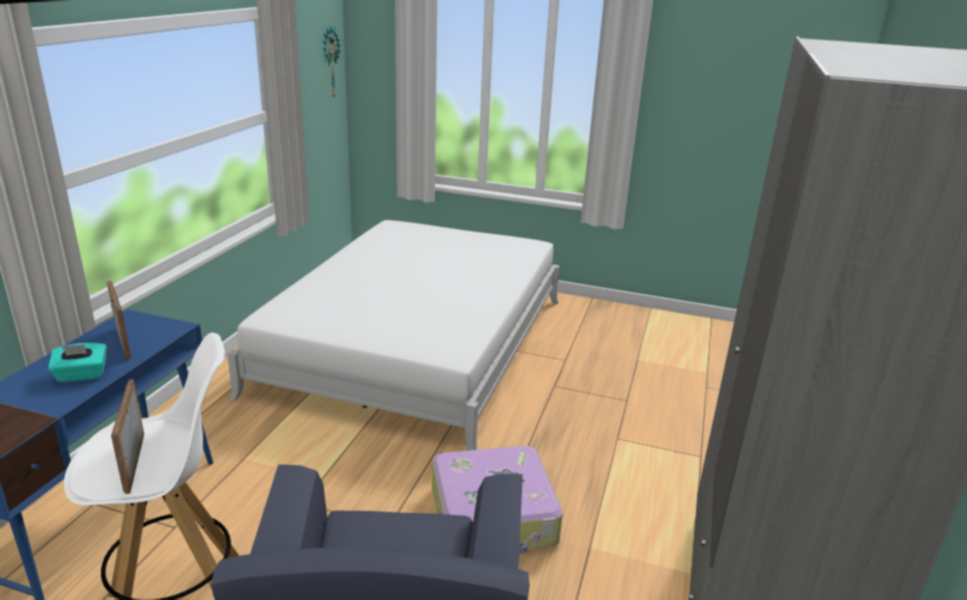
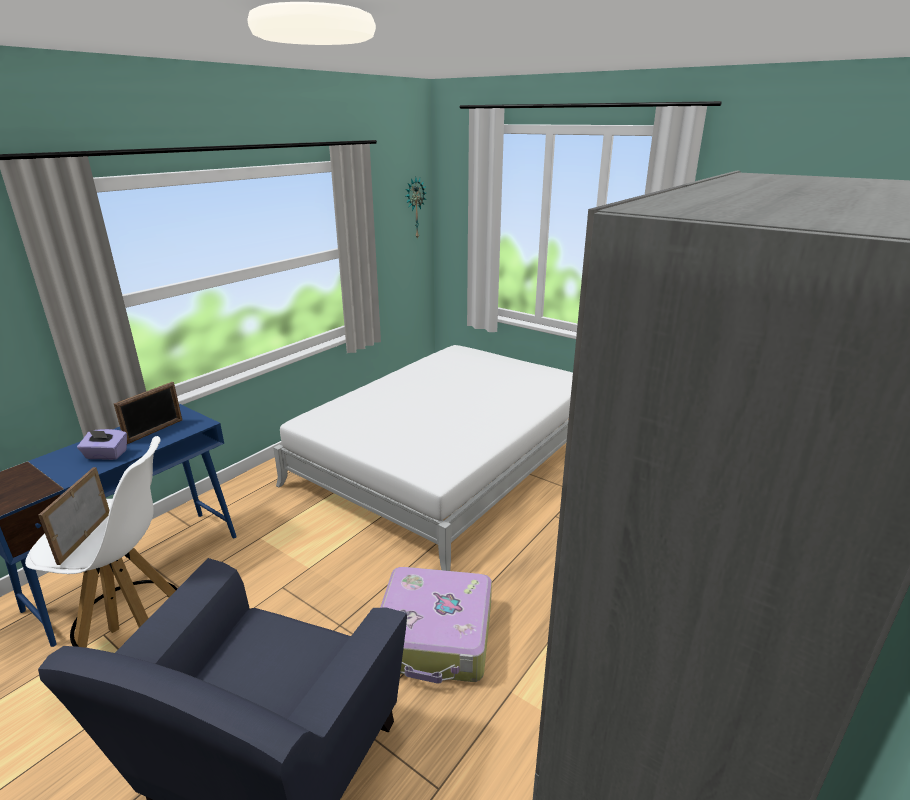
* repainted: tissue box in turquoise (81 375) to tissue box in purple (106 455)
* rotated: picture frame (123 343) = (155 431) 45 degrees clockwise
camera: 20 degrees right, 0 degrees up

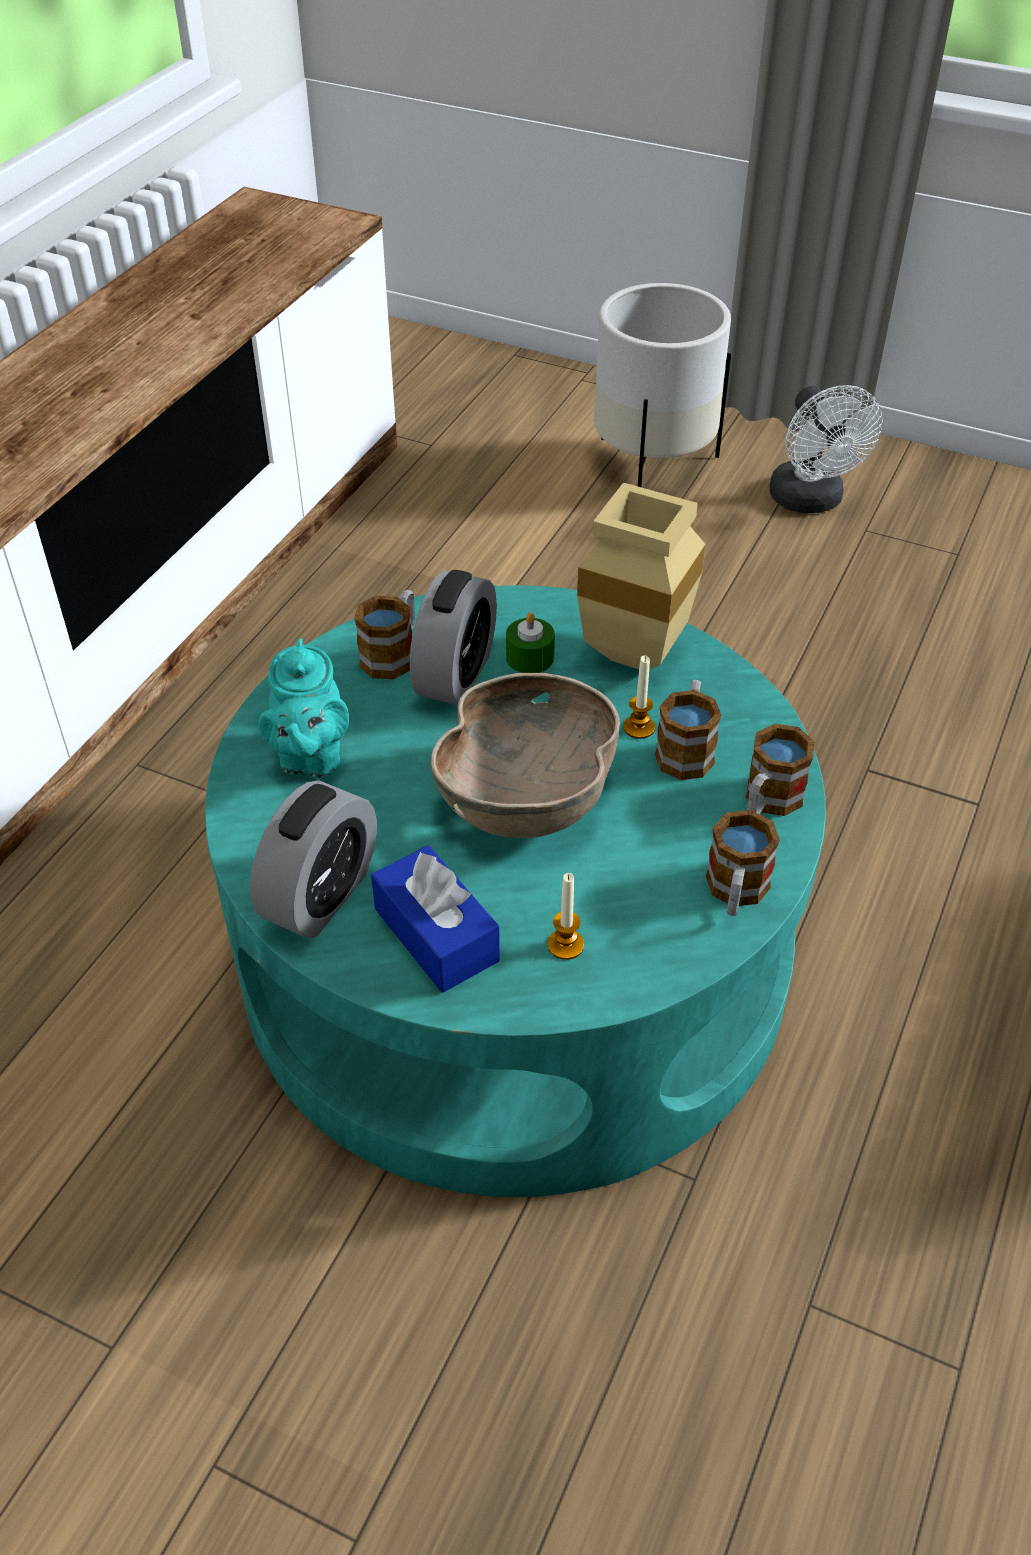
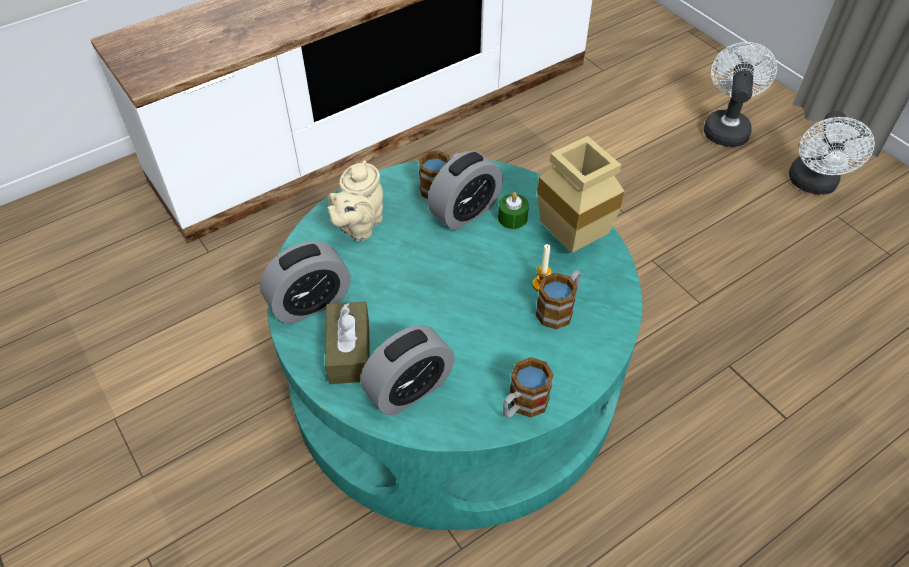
* repainted: teapot in turquoise (310 757) to teapot in beige (359 226)
* repainted: tissue box in blue (436 935) to tissue box in brown (349 351)
* gone: bowl in brown (527 798)
* swapped: candle (565 945) to alarm clock (409 389)
* swapped: planter in white (653 466) to fan in white (726 127)
* gone: mug (768 802)
camera: 30 degrees right, 5 degrees up

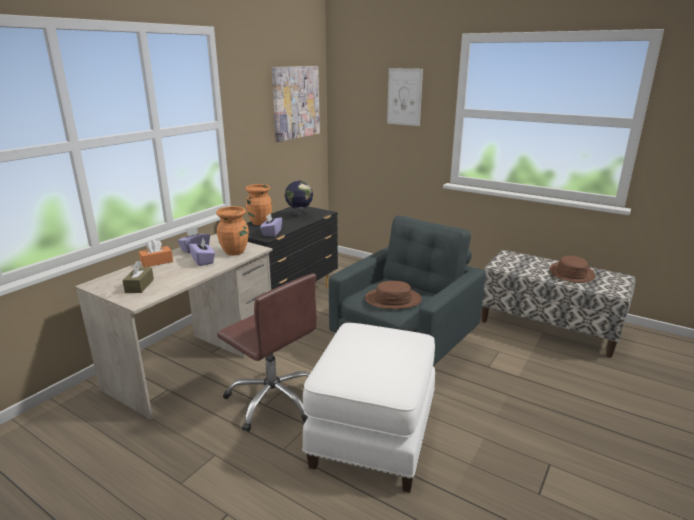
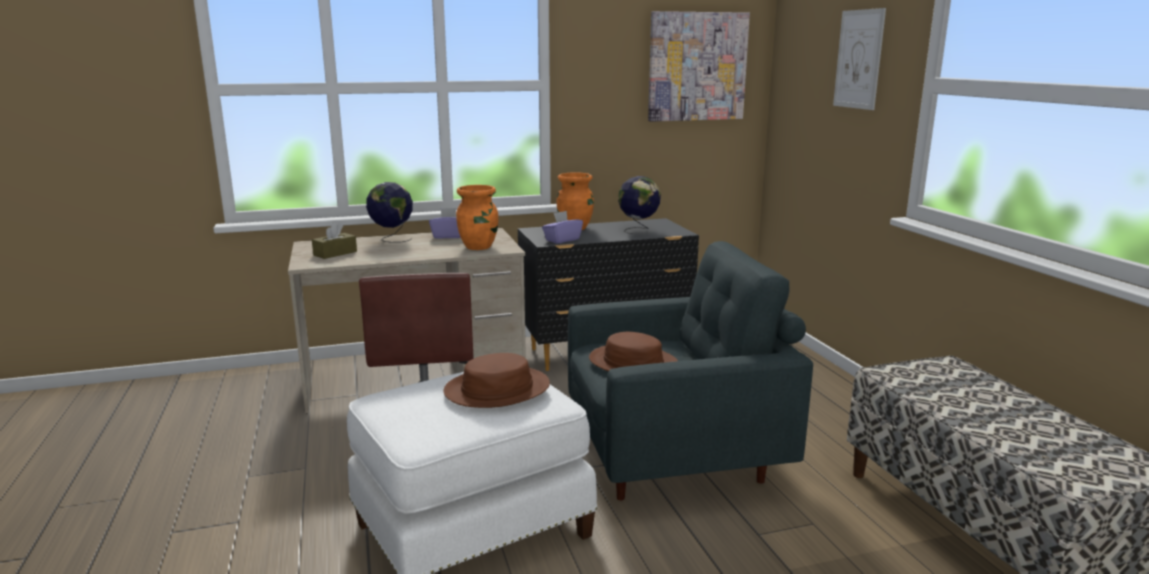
* swapped: tissue box in orange (157 262) to globe (392 239)
* gone: tissue box in purple (203 261)
* shifted: hat in brown (571 273) to (497 389)
camera: 40 degrees right, 5 degrees down

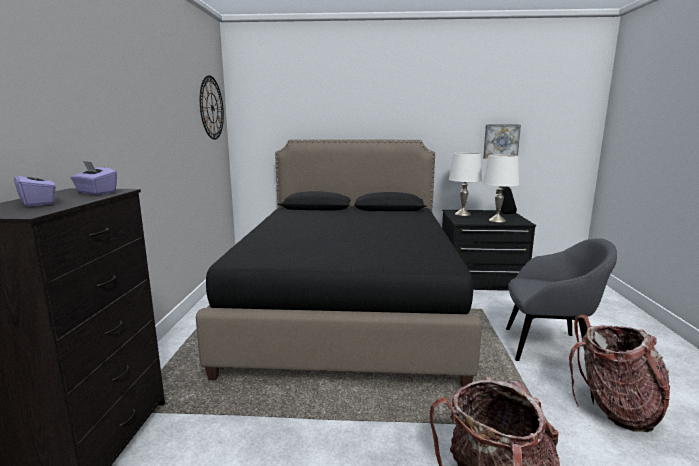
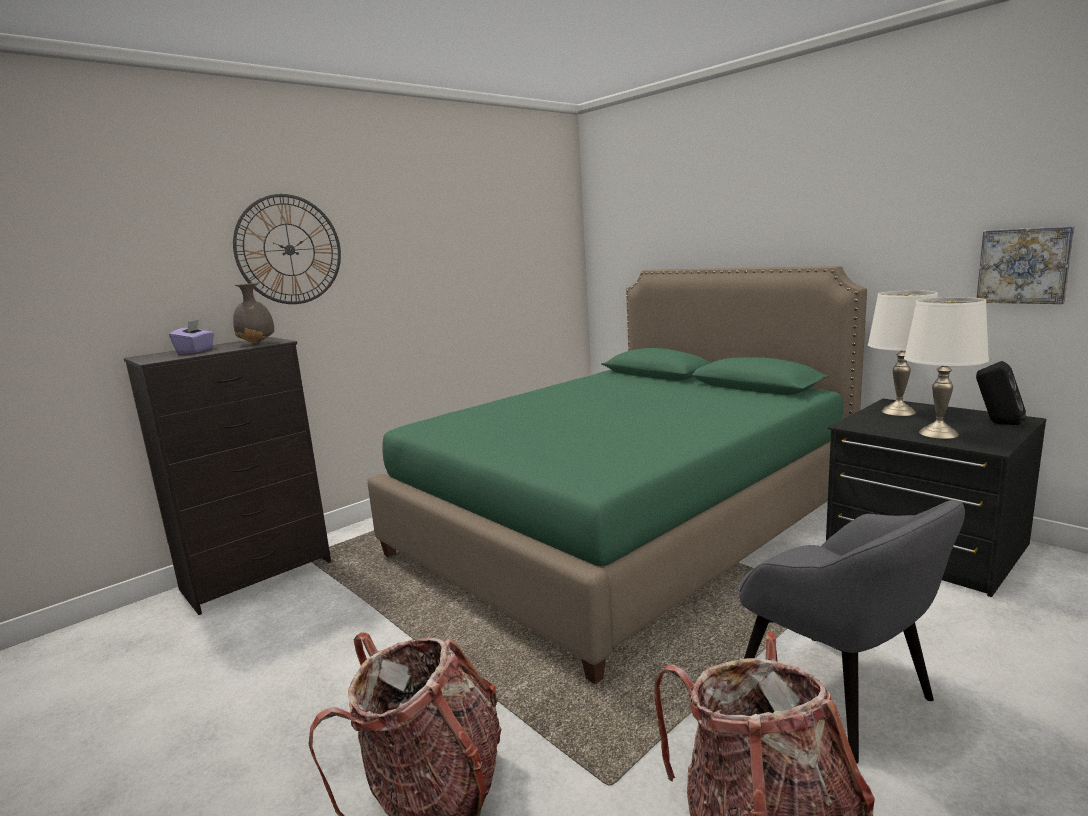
* swapped: tissue box in purple (96 192) to vase in grey (257 343)
* repainted: bed in black (347 308) to bed in green (625 527)
* shifted: wall clock (212 108) to (289 250)
camera: 45 degrees right, 0 degrees up

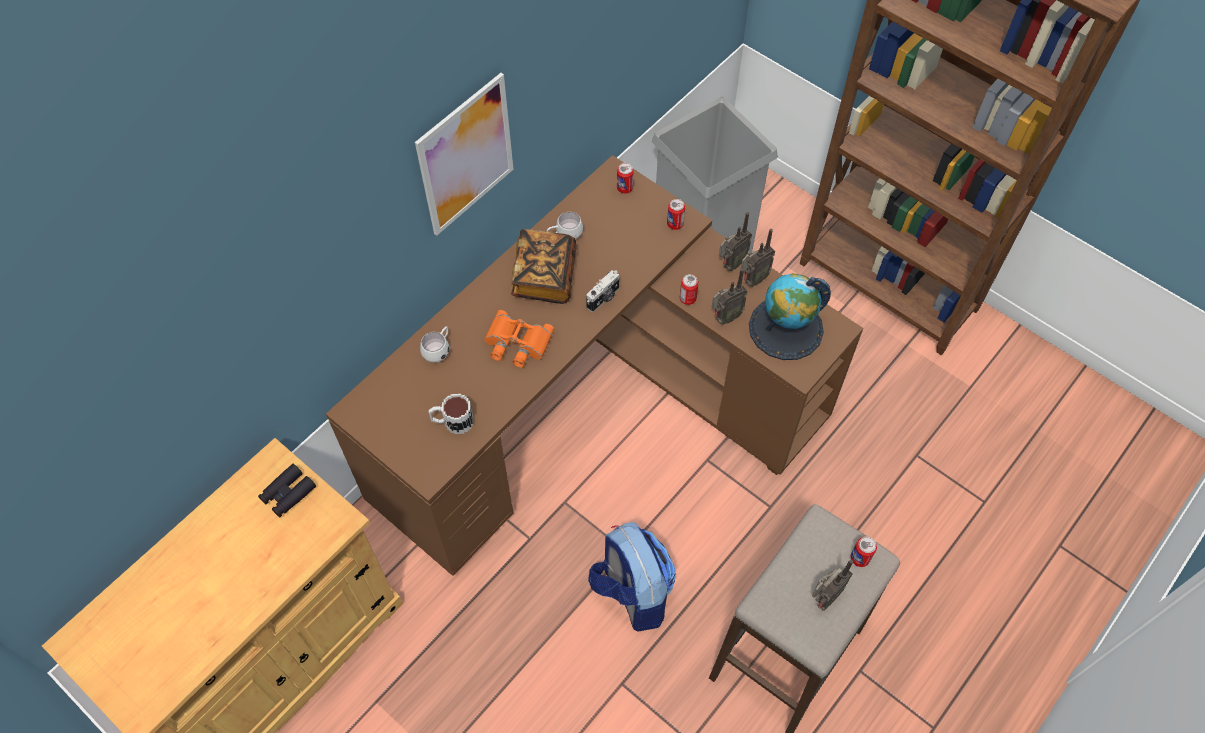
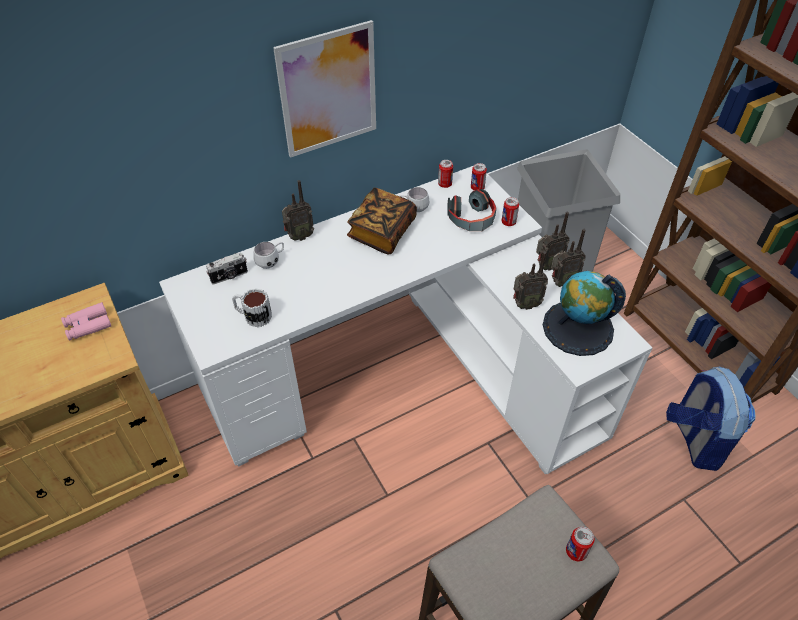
* repainted: binoculars in black (288 493) to binoculars in pink (88 325)
* repainted: desk in brown (592 407) to desk in white (407 372)
* gone: binoculars in orange (516 343)
* shifted: photo camera (604 298) to (229 276)
* shifted: backpack (632 592) to (695 439)
* shifted: can (687 298) to (445 184)
* shifted: radio (824 598) to (299 236)
* new: headphones (471 219)
camera: 20 degrees right, 10 degrees down

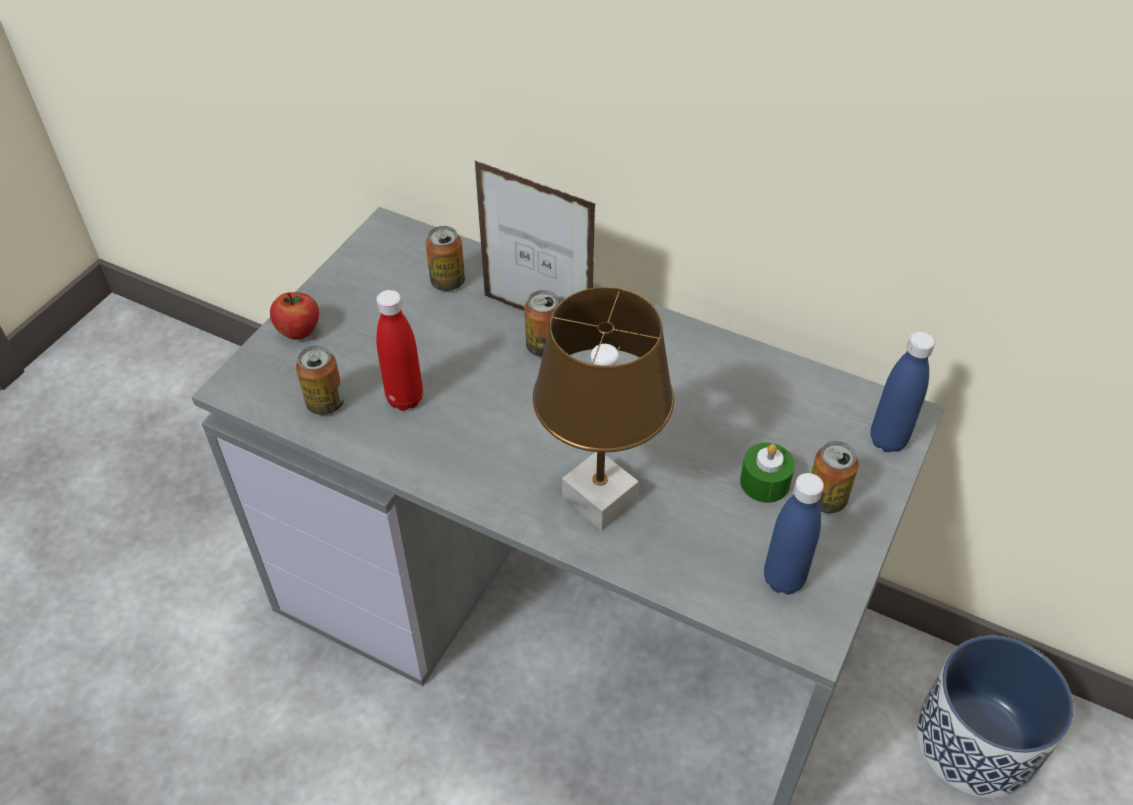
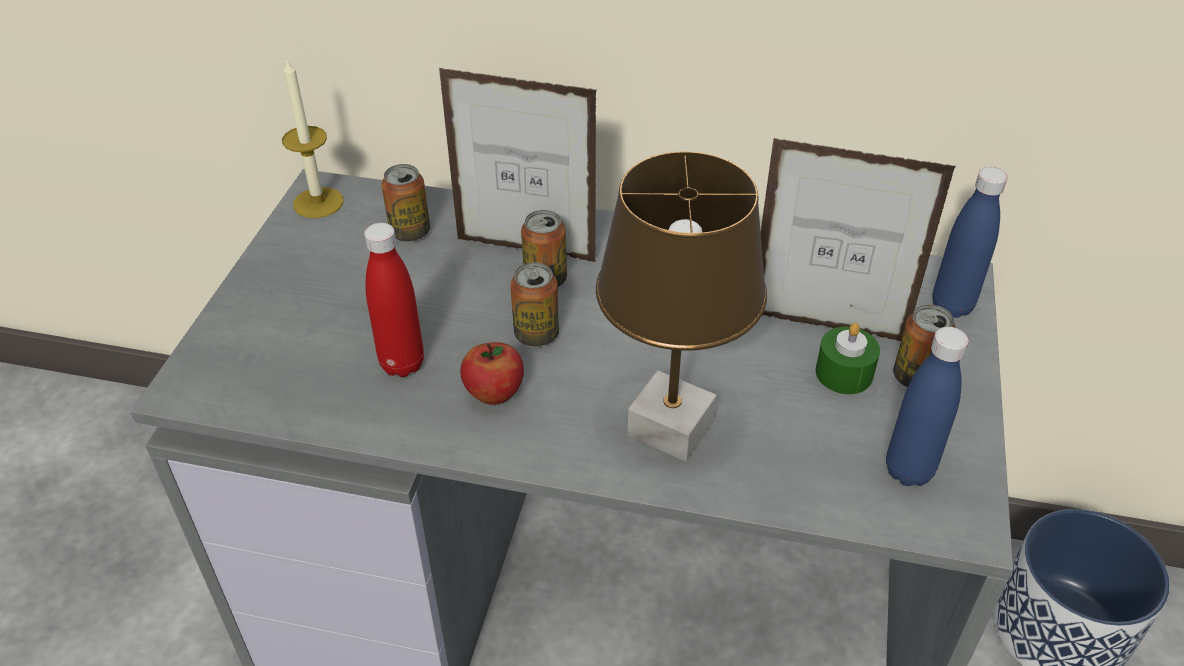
* shifted: apple (299 331) to (494 394)
* shifted: can (325 403) to (536 334)
* new: candle (318 202)
* new: picture frame (826 327)
camera: 15 degrees left, 5 degrees down

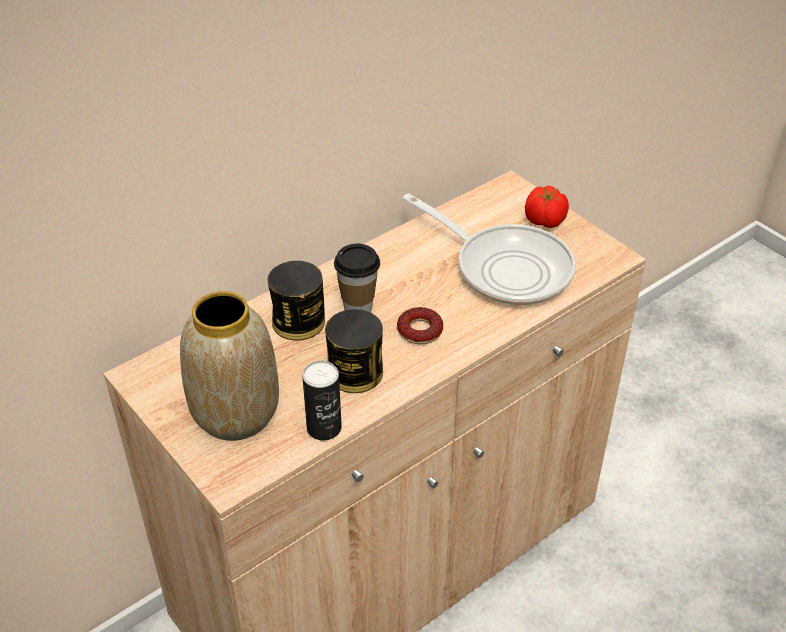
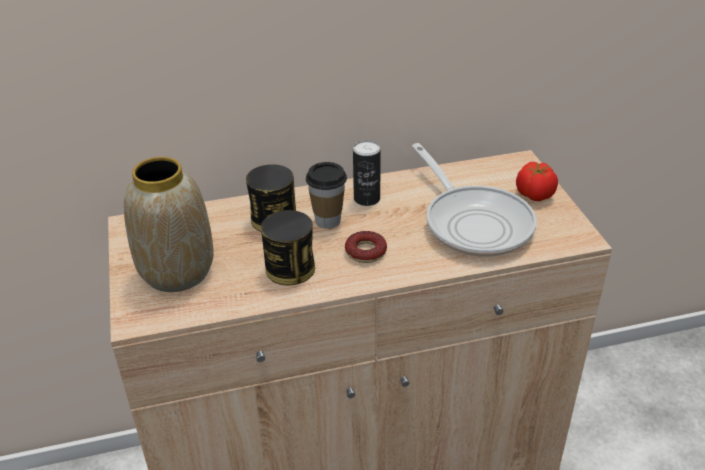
* shifted: can (324 428) to (367 199)
camera: 25 degrees right, 5 degrees down

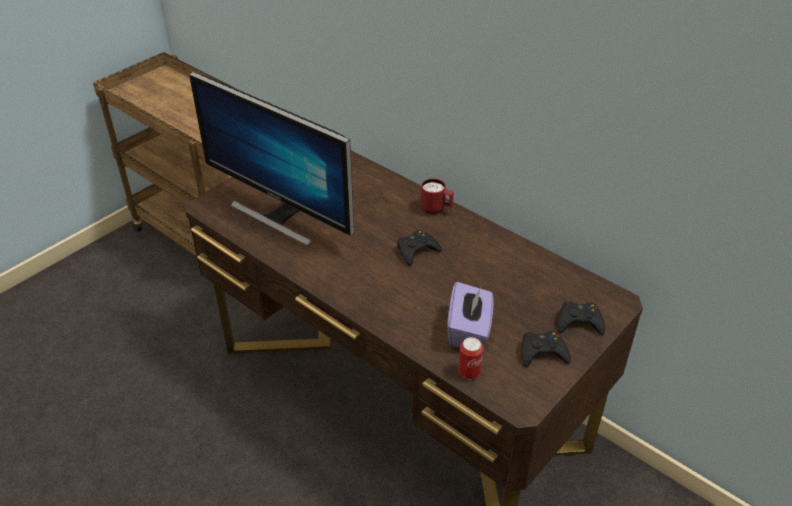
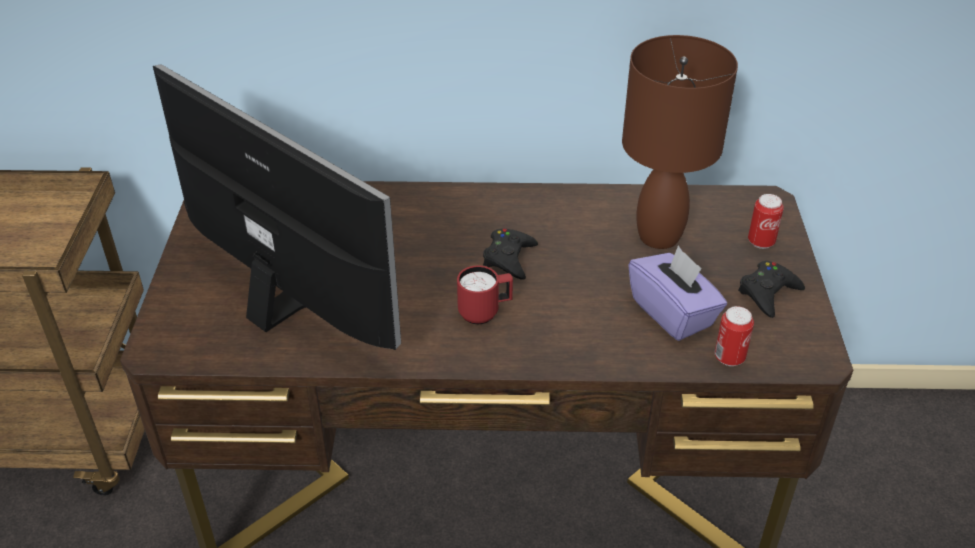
* rotated: monitor (281 215) = (286 306) 135 degrees counterclockwise
* shifted: mug in red (436 209) to (485 312)
* swapped: game controller in black (579 322) to can (761 242)
* new: table lamp in brown (660 235)
camera: 40 degrees left, 0 degrees up

